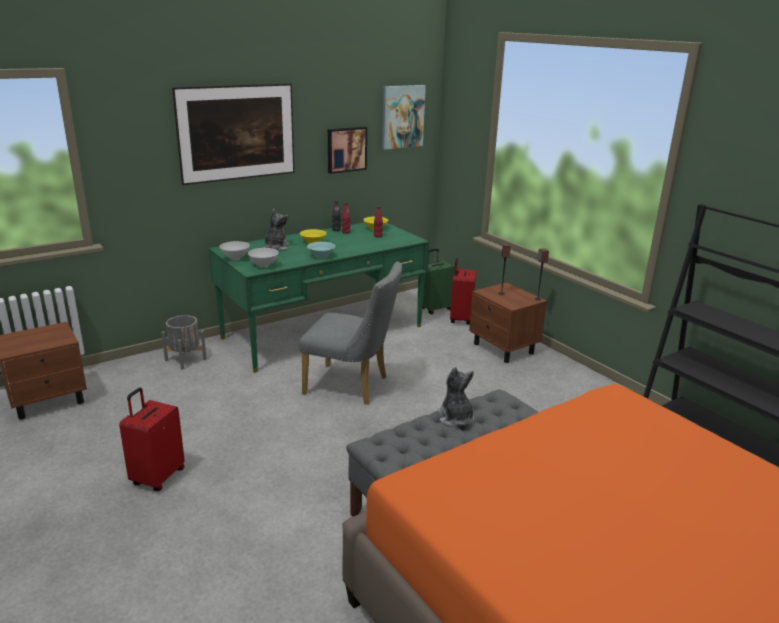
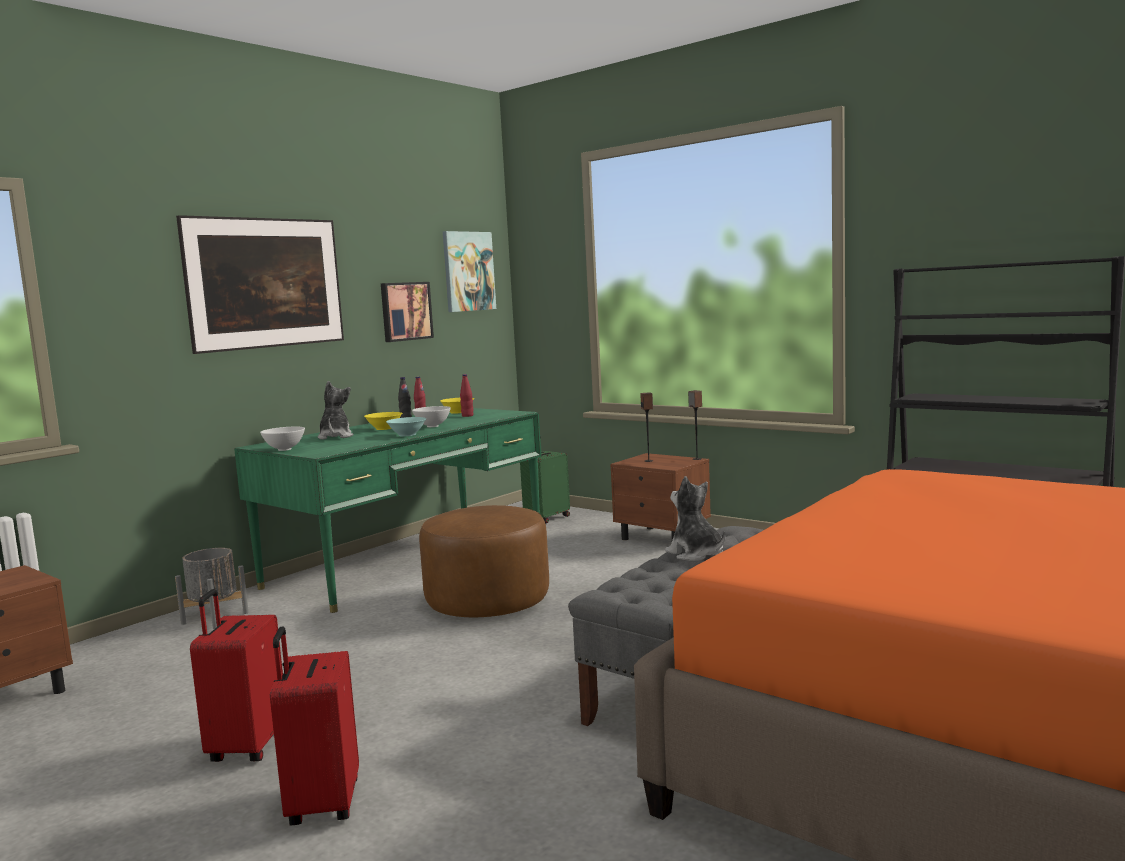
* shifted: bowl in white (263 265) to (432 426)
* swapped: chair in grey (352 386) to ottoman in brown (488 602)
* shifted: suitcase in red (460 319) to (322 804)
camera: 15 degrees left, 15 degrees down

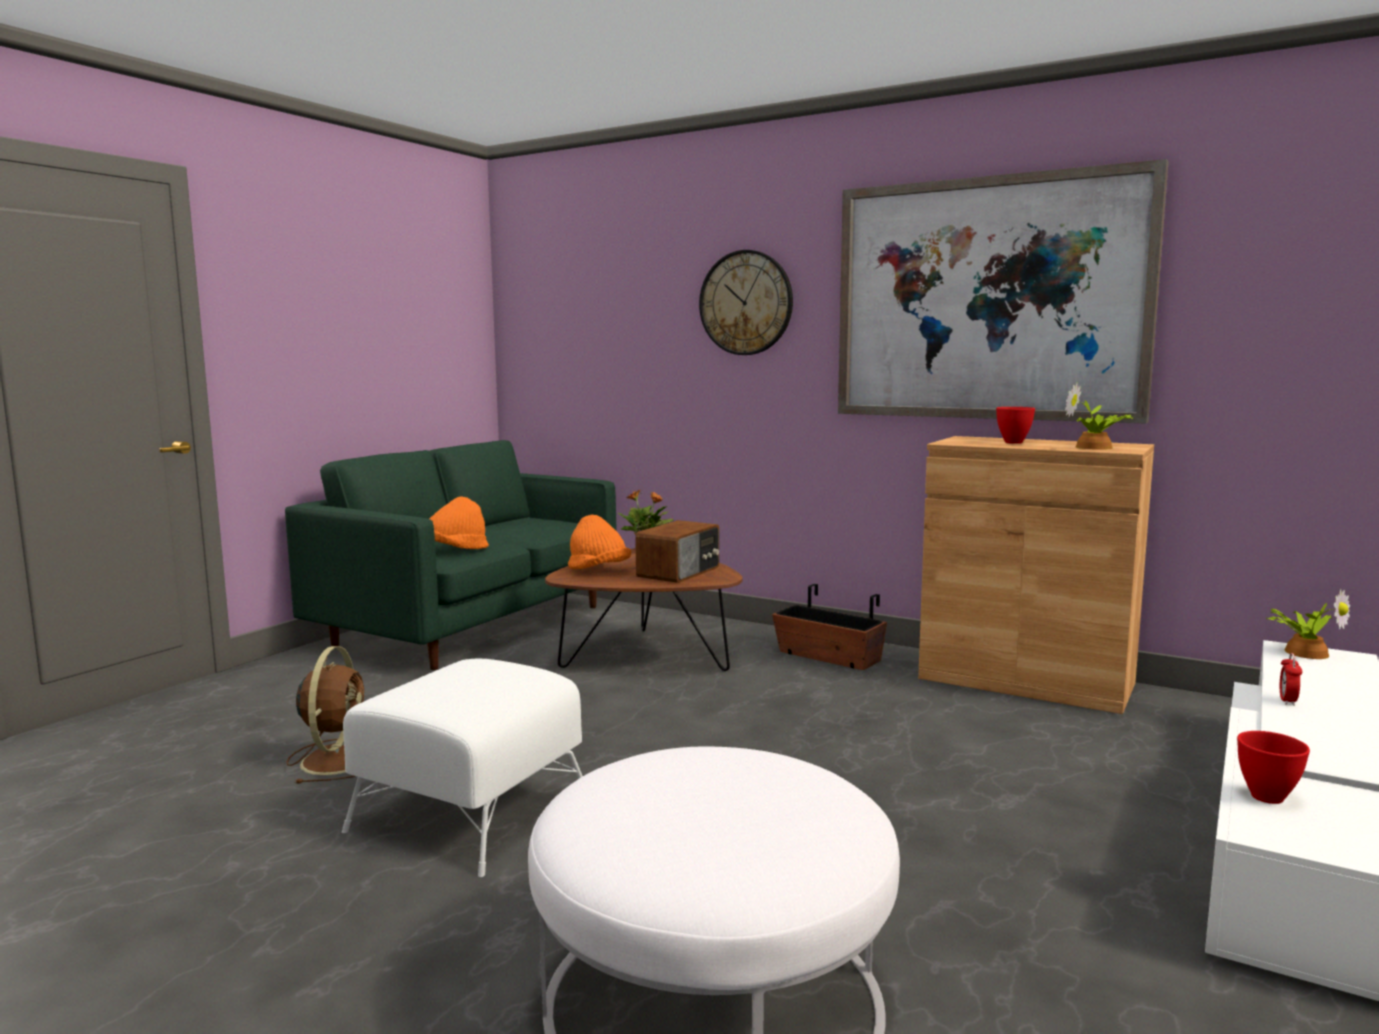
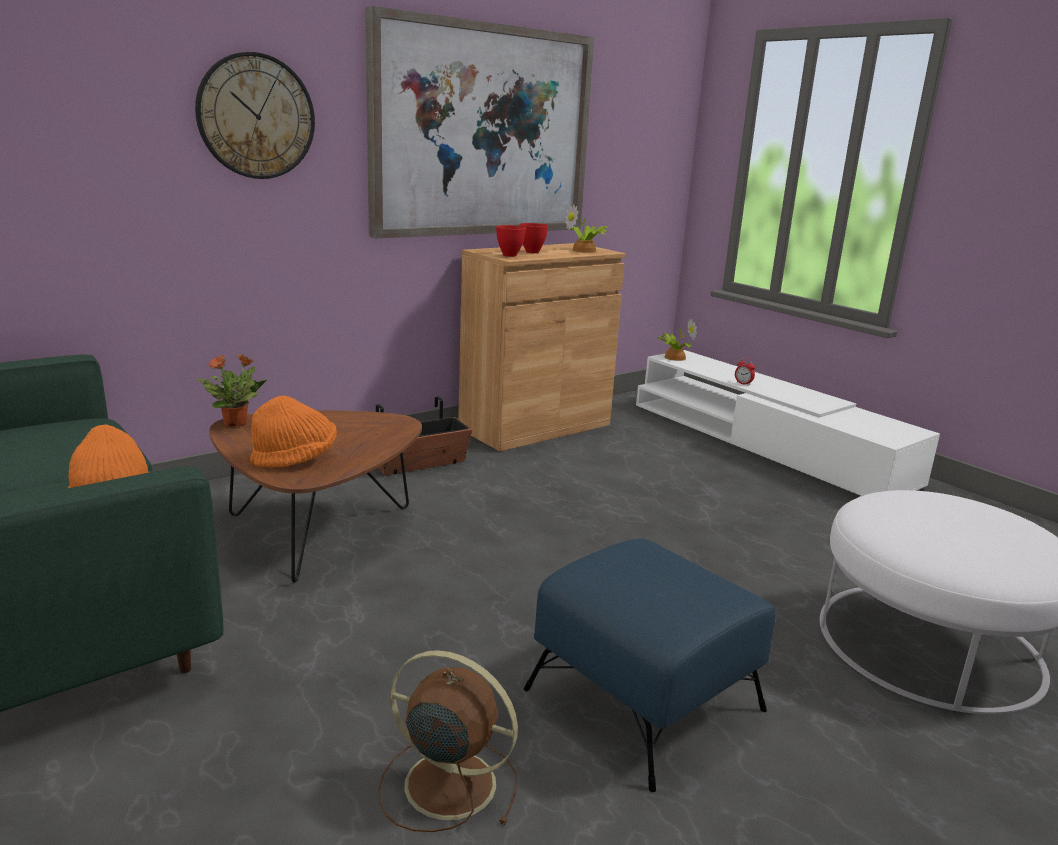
* repainted: ottoman in white (469 814) to ottoman in blue (644 701)
* gone: radio (680 572)
* shifted: bowl in red (1265 796) to (509 255)
camera: 70 degrees left, 10 degrees up

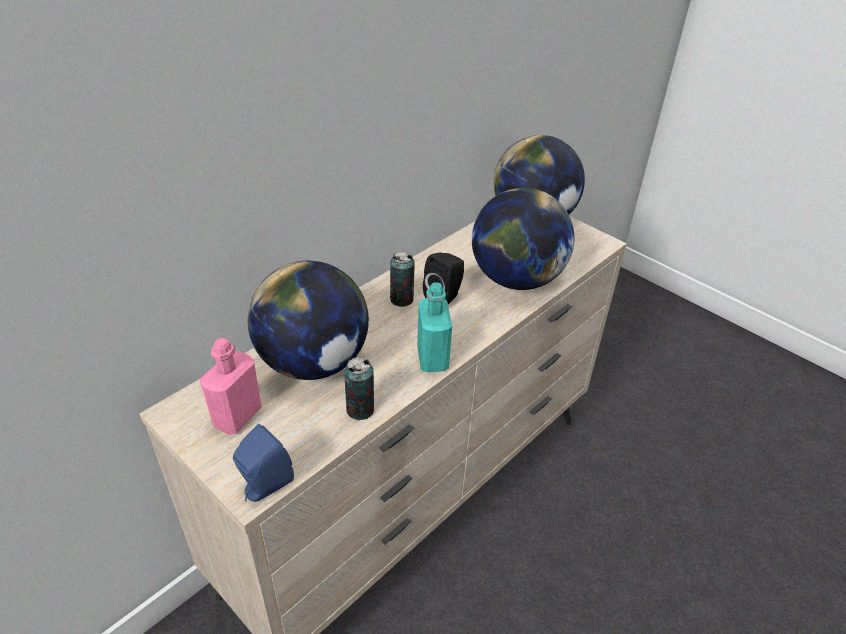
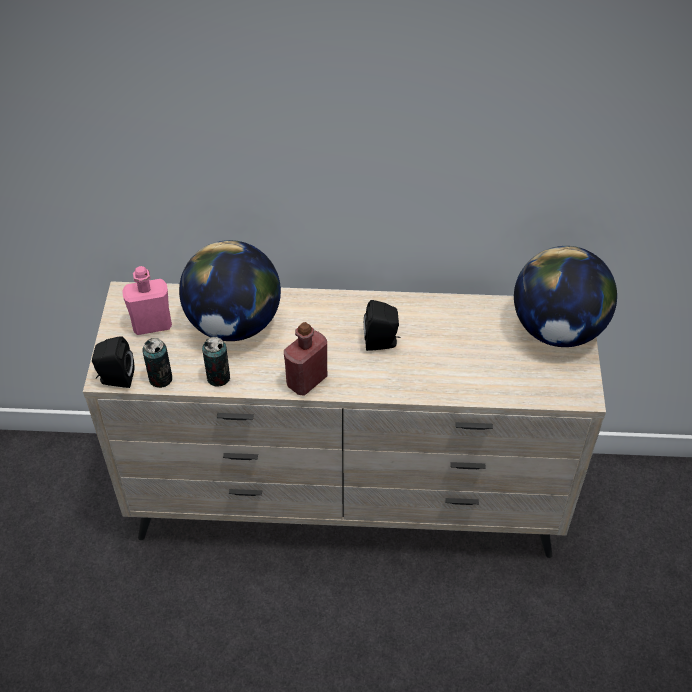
* repainted: speaker in blue (264 486) to speaker in black (115 379)
* shifted: can (401 299) to (160 378)
* repainted: bottle in turquoise (432 358) to bottle in red (307 380)
* gone: globe (516 279)
camera: 50 degrees right, 10 degrees up

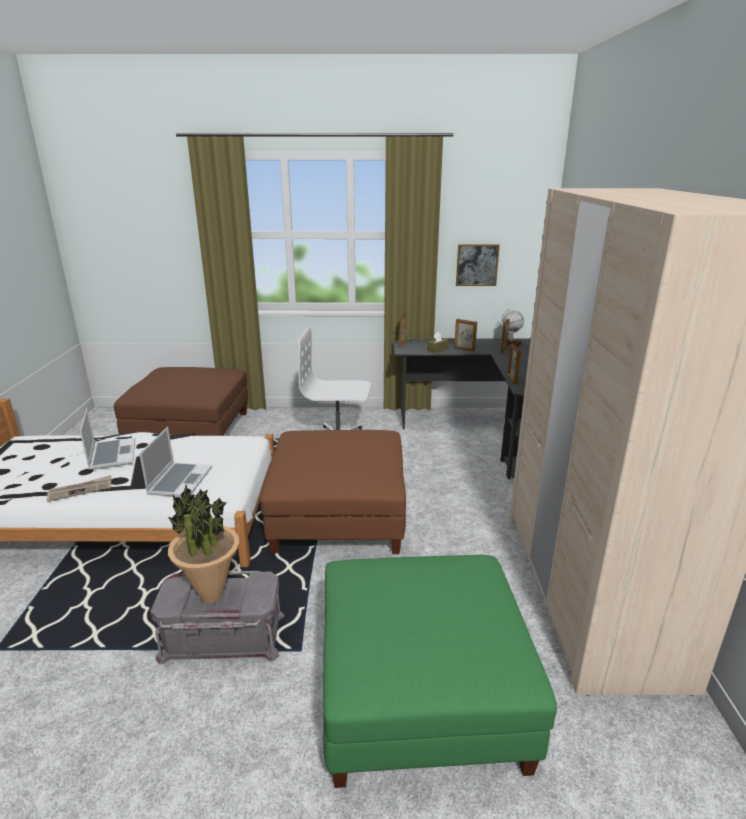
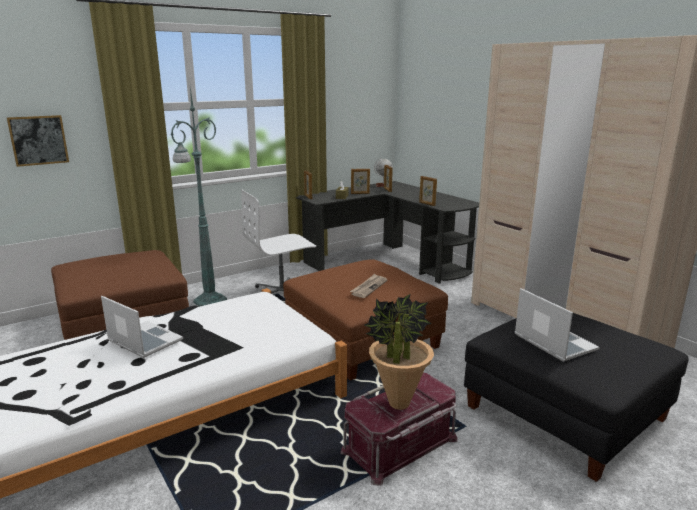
* shifted: newspaper (80 490) to (369 287)
* shifted: laptop (179 481) to (553 342)
* repainted: storage box in grey (222 638) to storage box in red (400 446)
* repainted: ottoman in green (422 694) to ottoman in black (566 412)
* shifted: picture (477 265) to (38 140)
* new: floor lamp in green (208 301)
camera: 35 degrees left, 5 degrees down

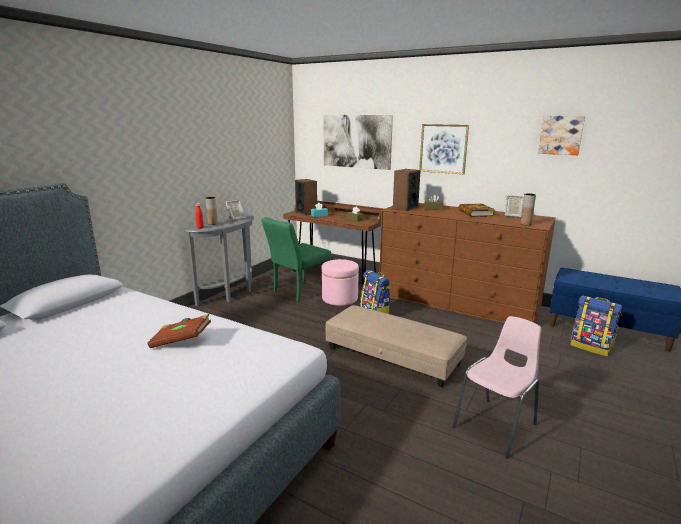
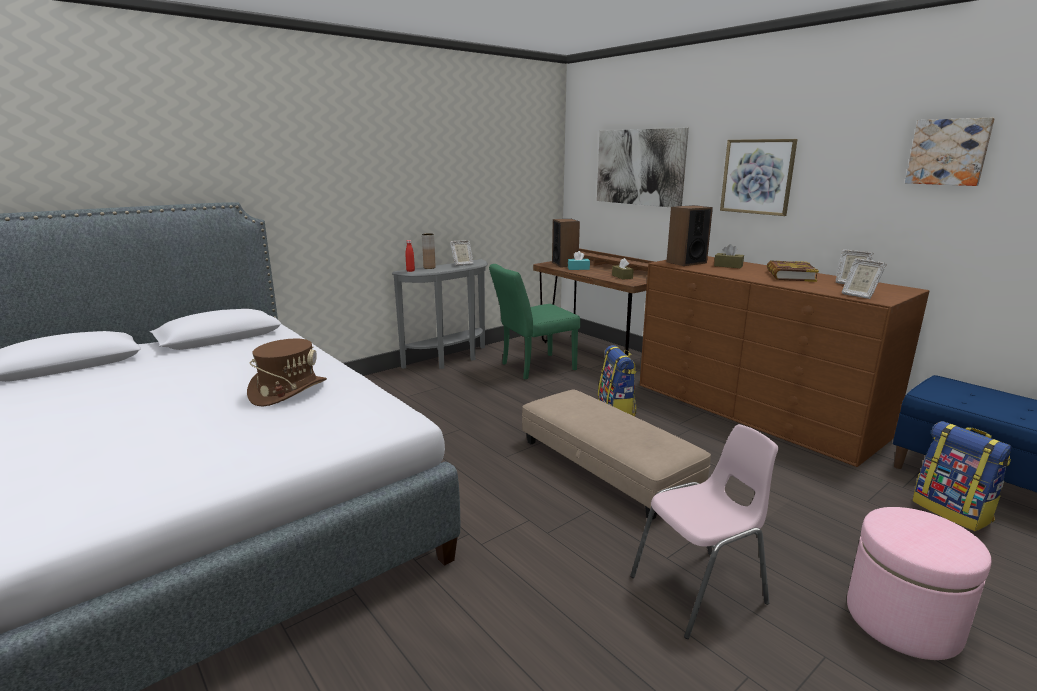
* swapped: book in brown (181 341) to hat in brown (288 391)
* shifted: ottoman in pink (340 298) to (902 620)
* swapped: vase in brown (525 224) to picture frame (859 295)
camera: 20 degrees right, 0 degrees up

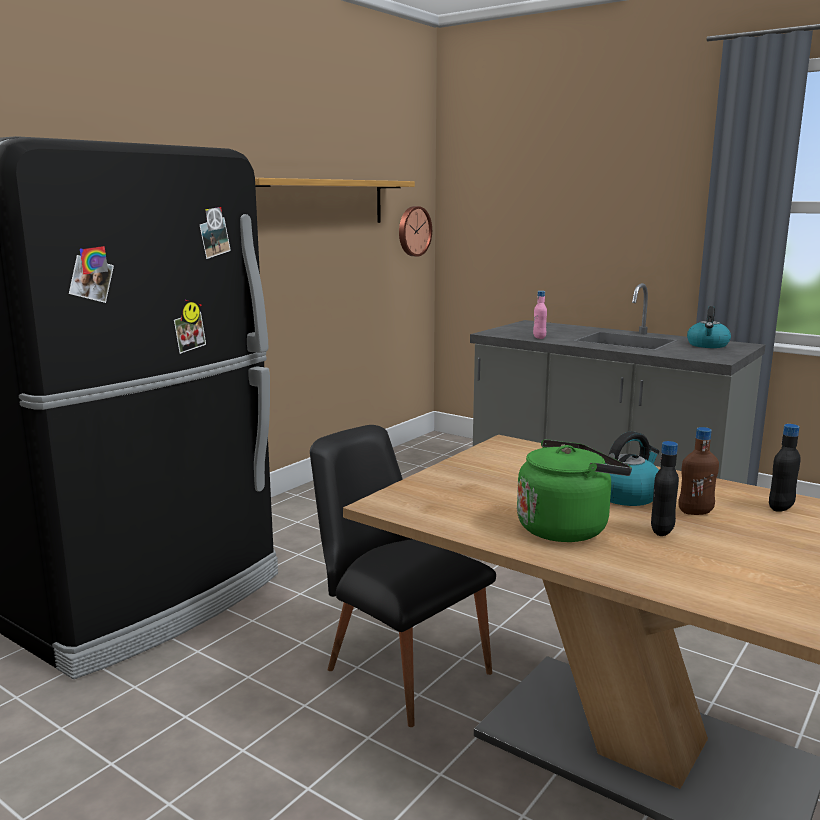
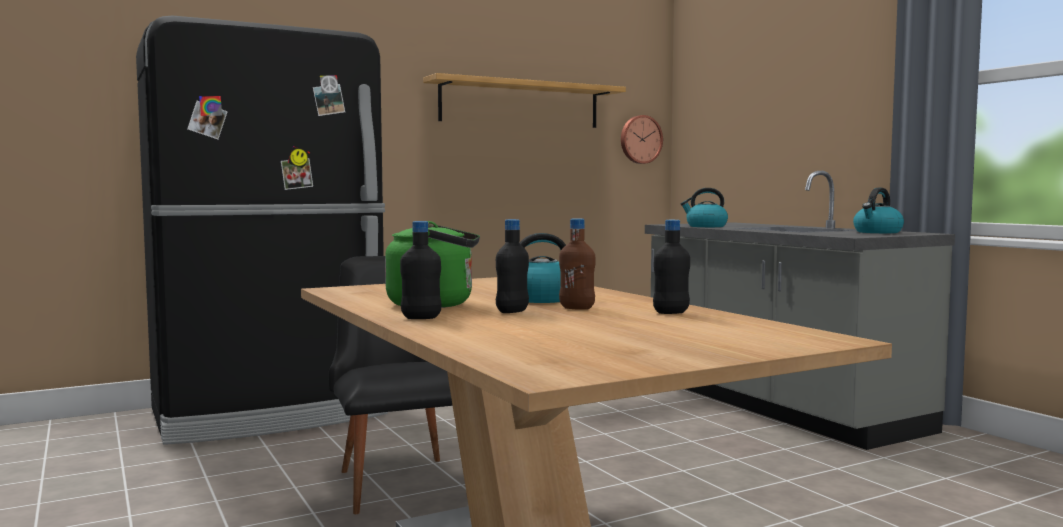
* swapped: bottle in pink (539 337) to kettle (705 226)
* new: bottle in black (421 318)
camera: 25 degrees right, 10 degrees down

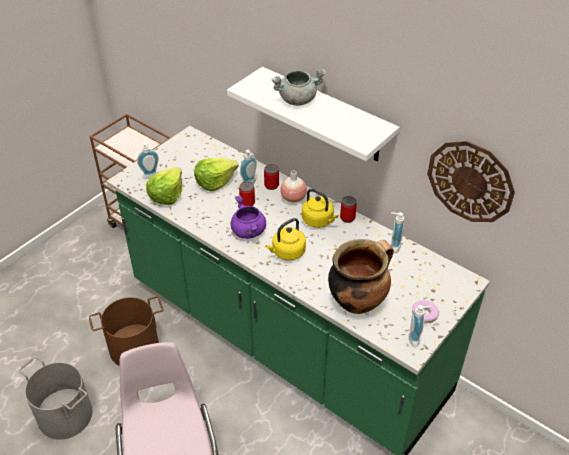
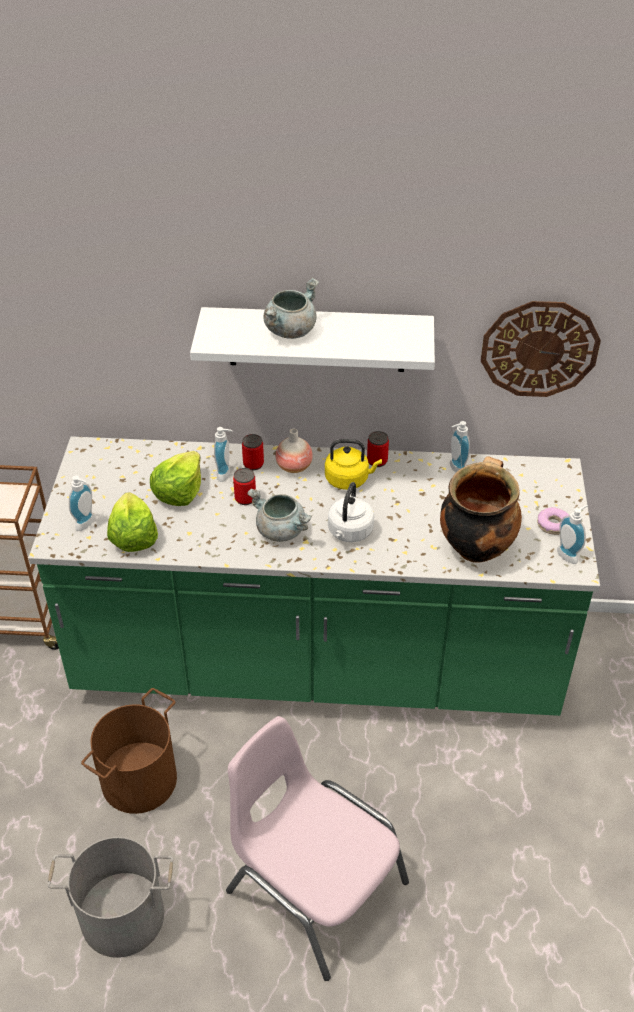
* repainted: cooking pot in purple (249 231) to cooking pot in grey (281 531)
* repainted: kettle in yellow (287 252) to kettle in white (349 533)
camera: 35 degrees left, 0 degrees up

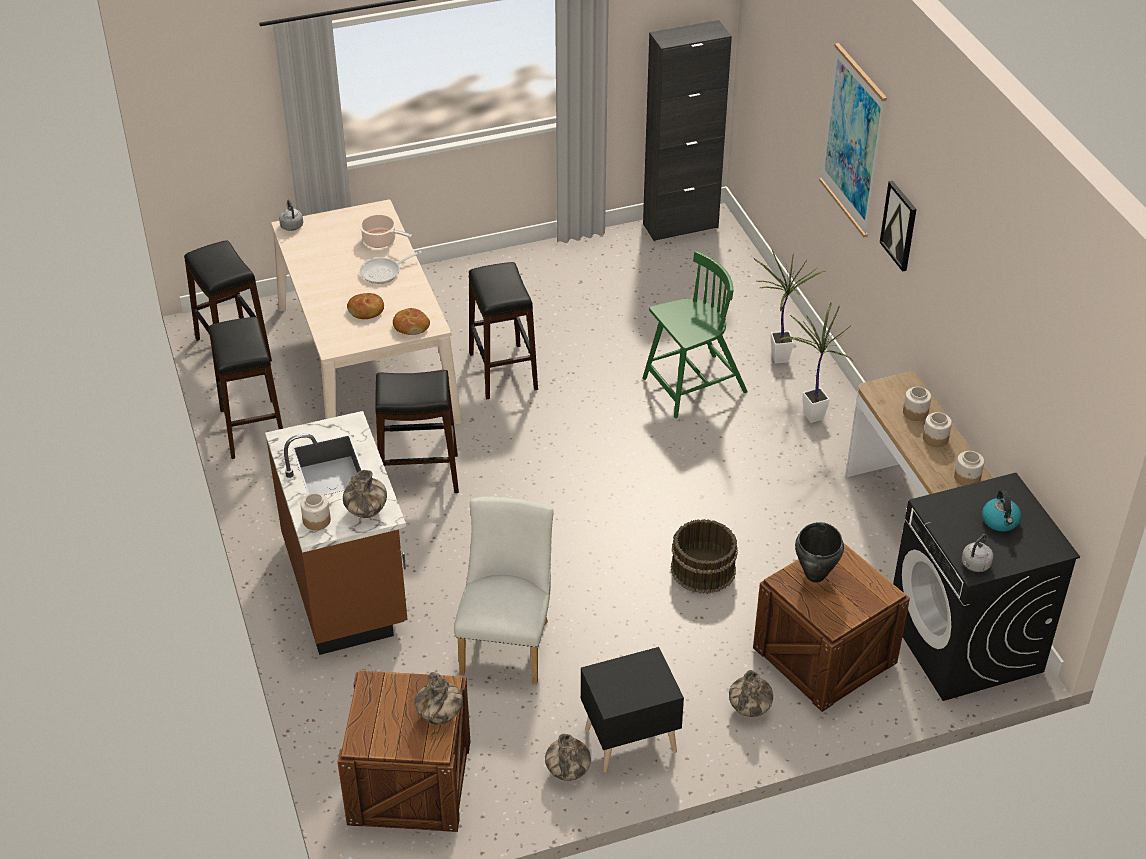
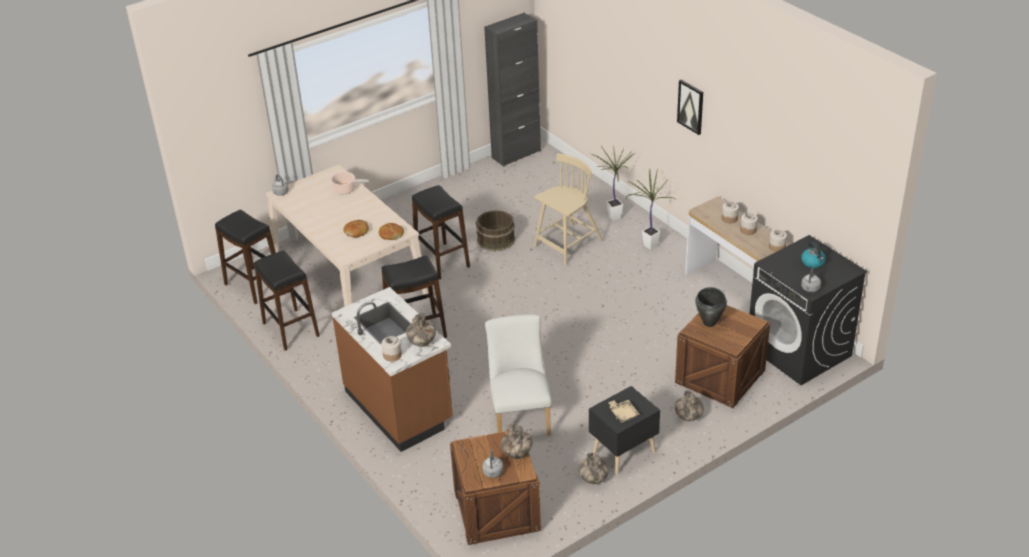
* gone: frying pan (384 272)
* repainted: chair in green (693 386) to chair in beige (567 244)
* shifted: bucket in brown (702 570) to (495 240)
* gone: picture (853 140)
* new: kettle in grey (493 473)
* new: tray in beige (623 414)
camera: 15 degrees left, 5 degrees down

